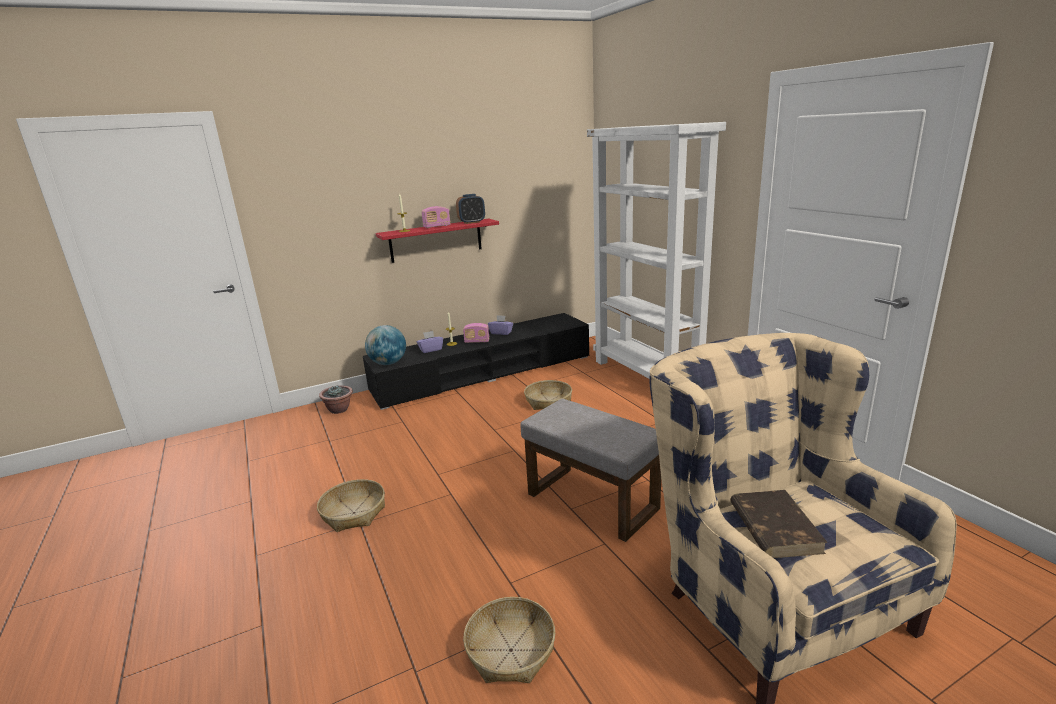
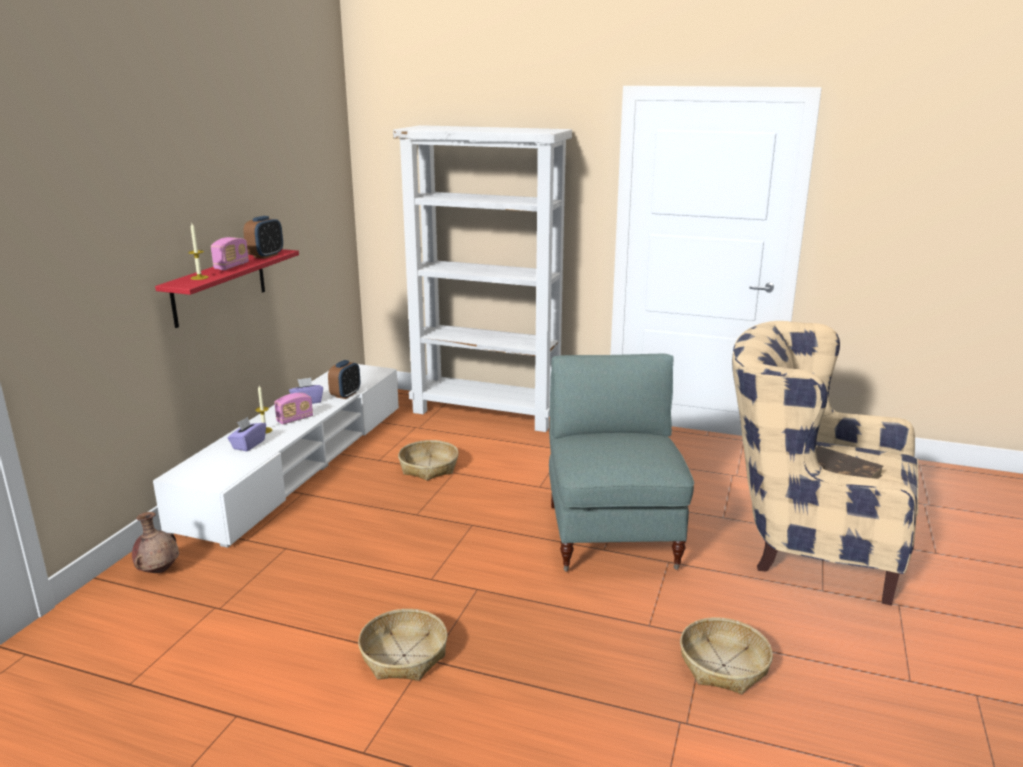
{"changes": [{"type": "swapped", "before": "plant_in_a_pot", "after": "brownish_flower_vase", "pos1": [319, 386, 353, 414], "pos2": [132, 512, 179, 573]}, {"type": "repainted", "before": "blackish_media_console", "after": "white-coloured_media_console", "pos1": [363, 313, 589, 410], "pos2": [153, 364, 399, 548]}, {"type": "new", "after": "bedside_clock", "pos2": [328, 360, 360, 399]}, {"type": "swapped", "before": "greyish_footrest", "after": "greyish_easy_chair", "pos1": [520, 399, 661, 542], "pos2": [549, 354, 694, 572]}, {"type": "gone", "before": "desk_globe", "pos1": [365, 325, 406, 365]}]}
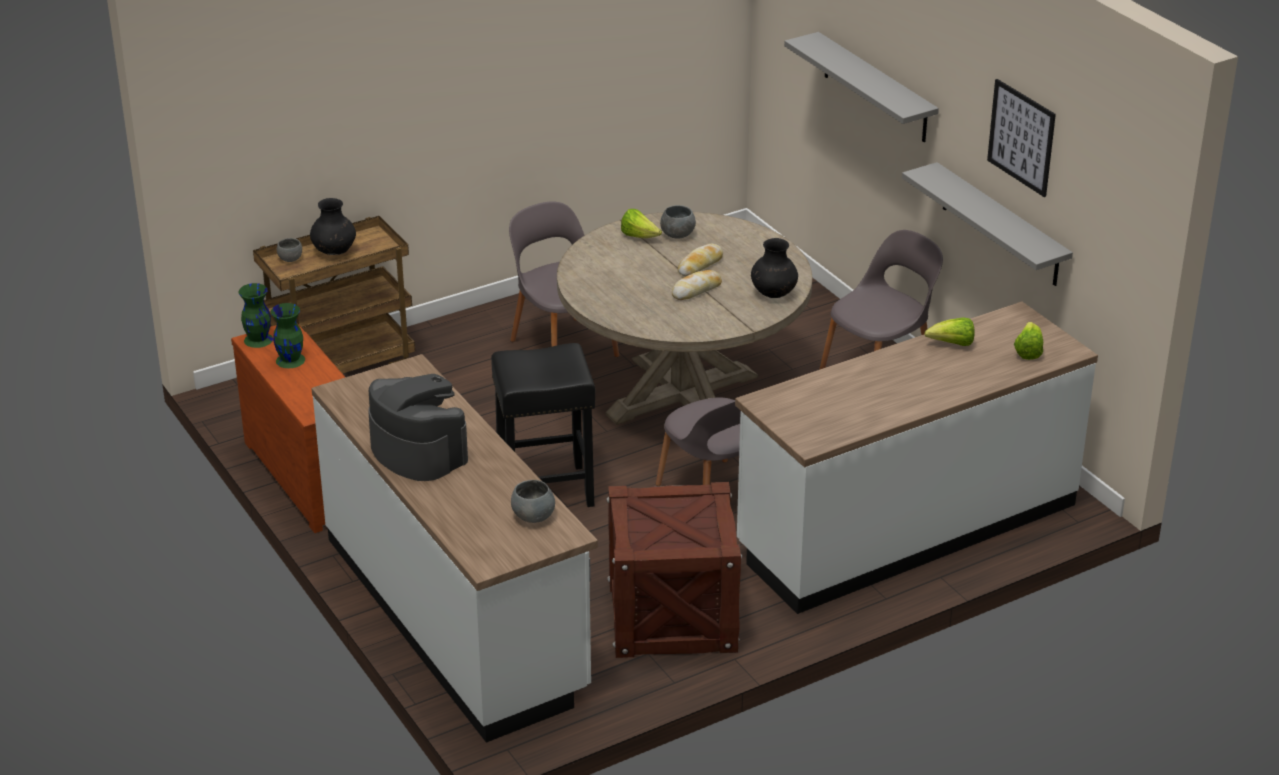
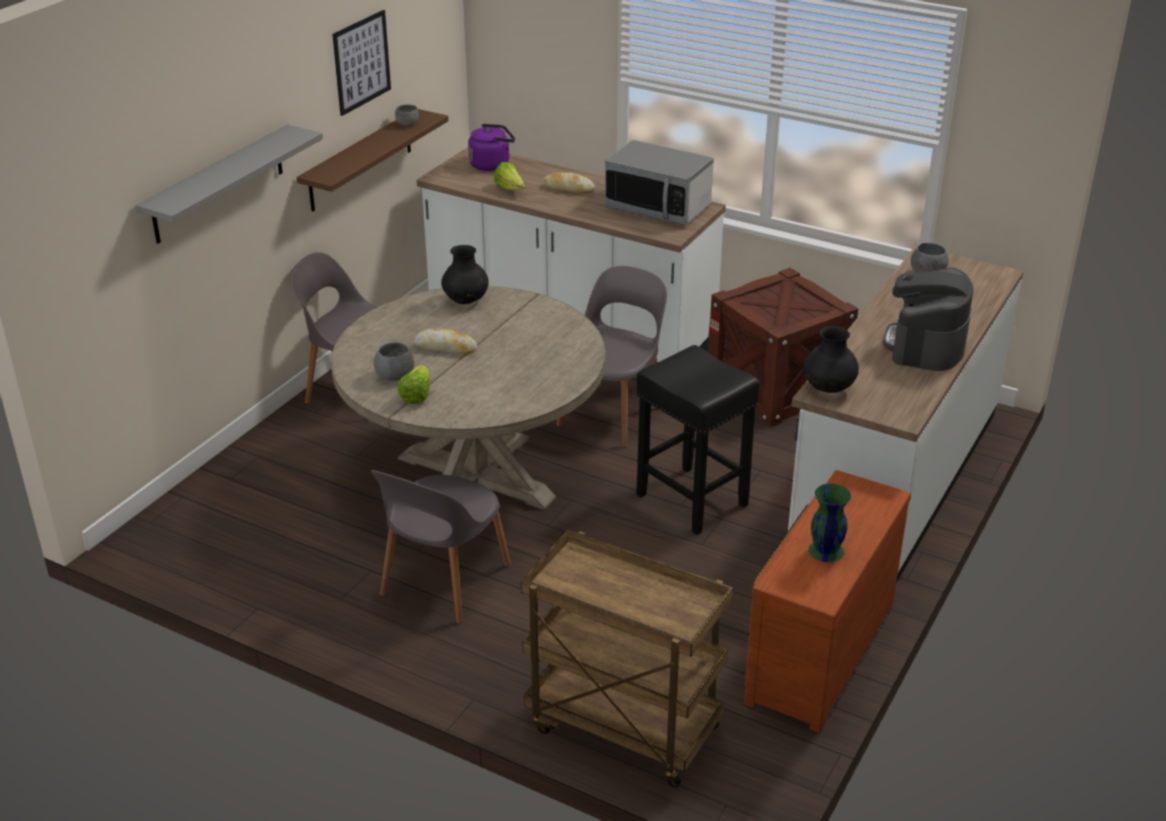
{"changes": [{"type": "repainted", "before": "greyish_bracket_shelf", "after": "brownish_bracket_shelf", "pos1": [902, 162, 1073, 286], "pos2": [297, 109, 449, 212]}, {"type": "shifted", "before": "greyish_deep_dish", "pos1": [277, 238, 302, 262], "pos2": [395, 104, 419, 126]}, {"type": "swapped", "before": "head_of_lettuce", "after": "purple_water_kettle", "pos1": [1014, 322, 1043, 360], "pos2": [468, 124, 515, 171]}, {"type": "shifted", "before": "baked_bread", "pos1": [672, 270, 722, 300], "pos2": [542, 173, 595, 194]}, {"type": "new", "after": "microwave", "pos2": [605, 140, 714, 225]}, {"type": "shifted", "before": "blackish_flower_vase", "pos1": [310, 198, 356, 255], "pos2": [804, 326, 859, 393]}, {"type": "gone", "before": "green_flower_vase", "pos1": [238, 283, 273, 348]}]}
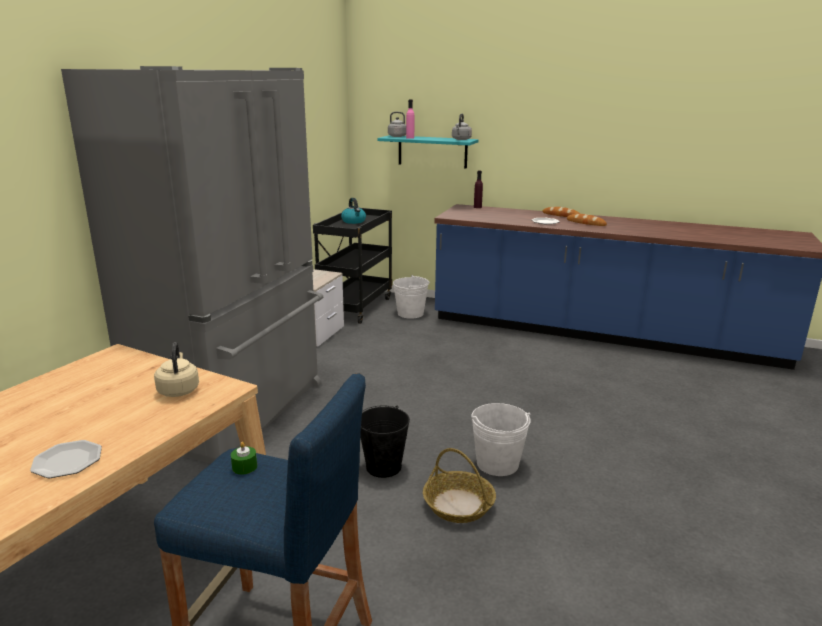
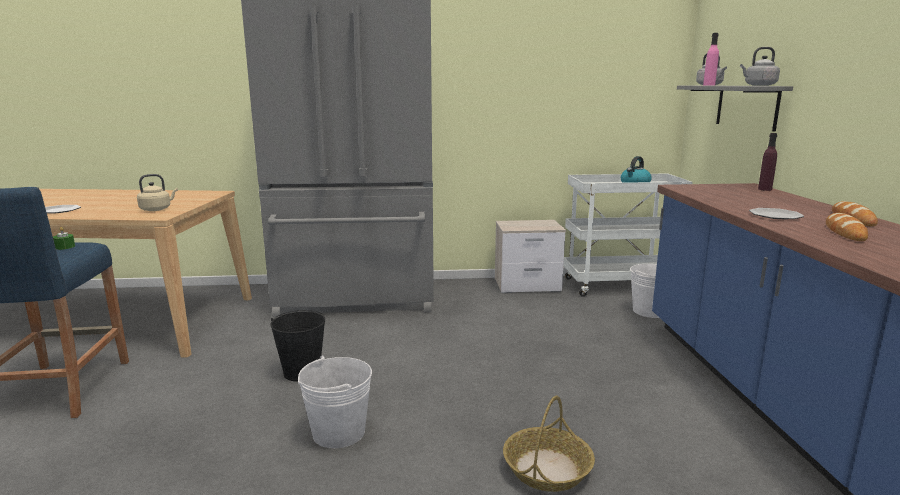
{"changes": [{"type": "shifted", "before": "household_basket", "pos1": [423, 448, 496, 523], "pos2": [503, 396, 595, 492]}, {"type": "repainted", "before": "blackish_wheeled_cart", "after": "white-coloured_wheeled_cart", "pos1": [313, 208, 392, 324], "pos2": [563, 174, 692, 297]}, {"type": "repainted", "before": "turquoise_bracket_shelf", "after": "greyish_bracket_shelf", "pos1": [377, 135, 479, 169], "pos2": [677, 86, 793, 131]}]}
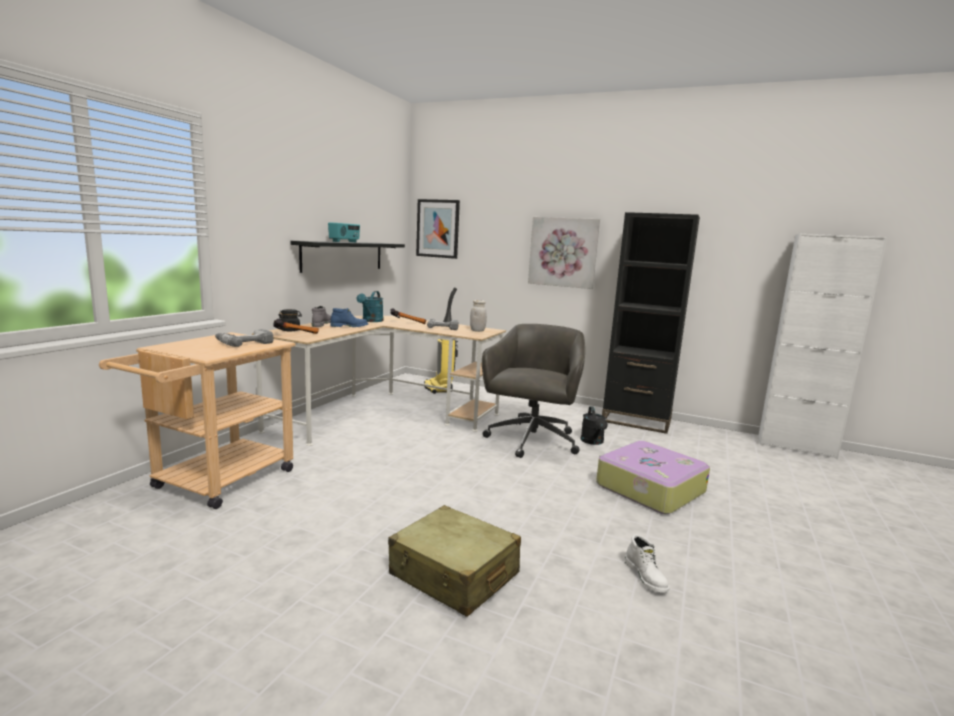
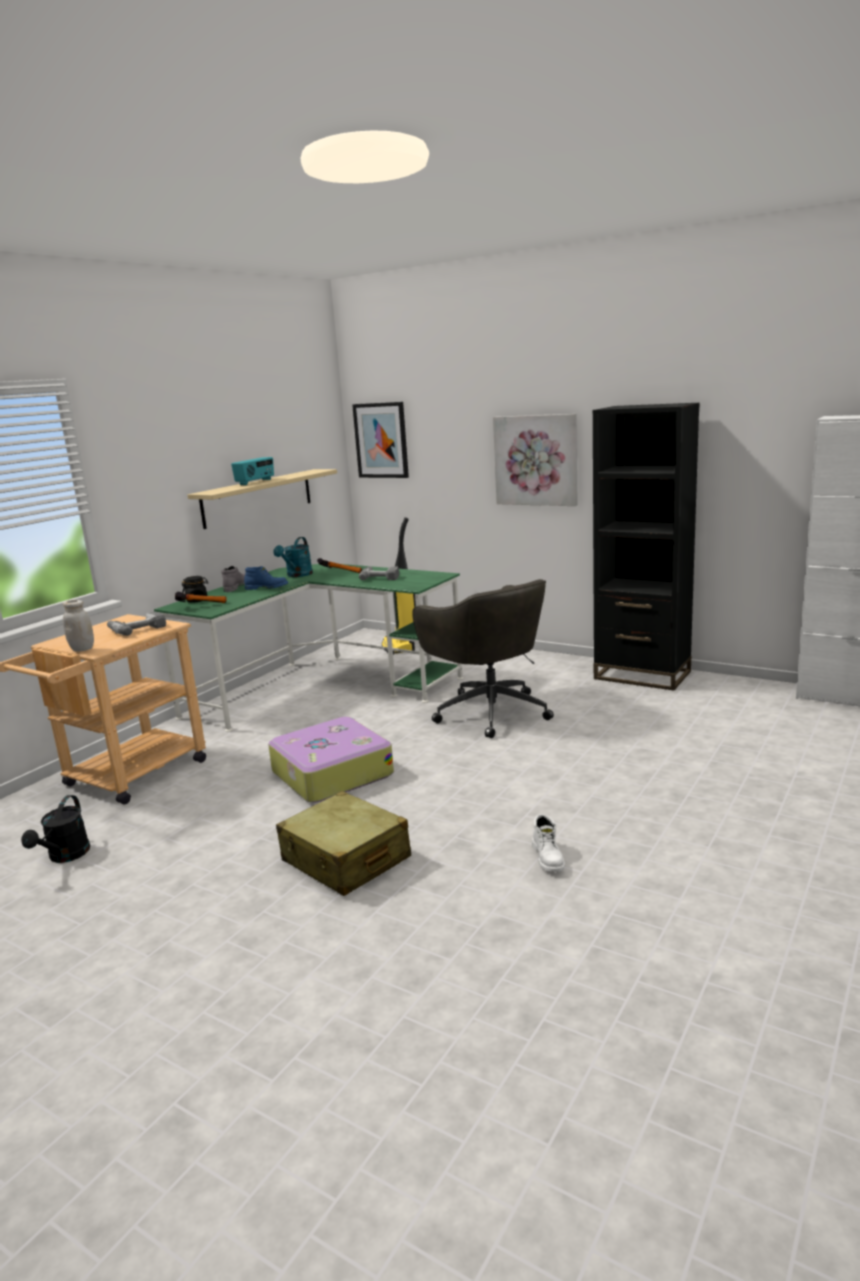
{"changes": [{"type": "shifted", "before": "blackish_watering_can", "pos1": [581, 406, 608, 445], "pos2": [21, 795, 90, 863]}, {"type": "shifted", "before": "white-coloured_preserve_jar", "pos1": [470, 300, 487, 332], "pos2": [63, 600, 94, 652]}, {"type": "repainted", "before": "sand-coloured_desk_unit", "after": "green_desk_unit", "pos1": [252, 316, 506, 446], "pos2": [154, 564, 464, 732]}, {"type": "repainted", "before": "blackish_bracket_shelf", "after": "sand-coloured_bracket_shelf", "pos1": [291, 241, 405, 273], "pos2": [188, 469, 337, 529]}, {"type": "shifted", "before": "piece_of_luggage", "pos1": [596, 441, 710, 514], "pos2": [268, 717, 394, 803]}, {"type": "rotated", "before": "greyish_office_chair", "pos1": [482, 324, 585, 458], "pos2": [412, 579, 554, 738], "turn": 120}]}
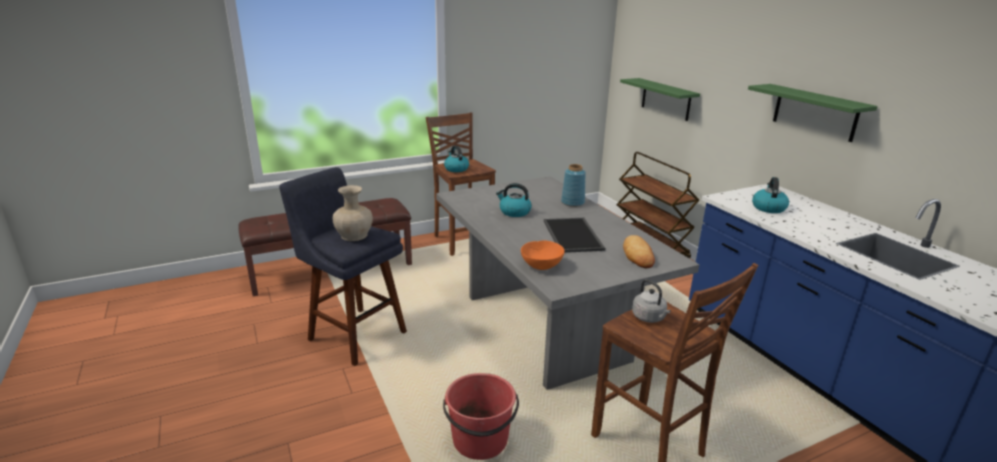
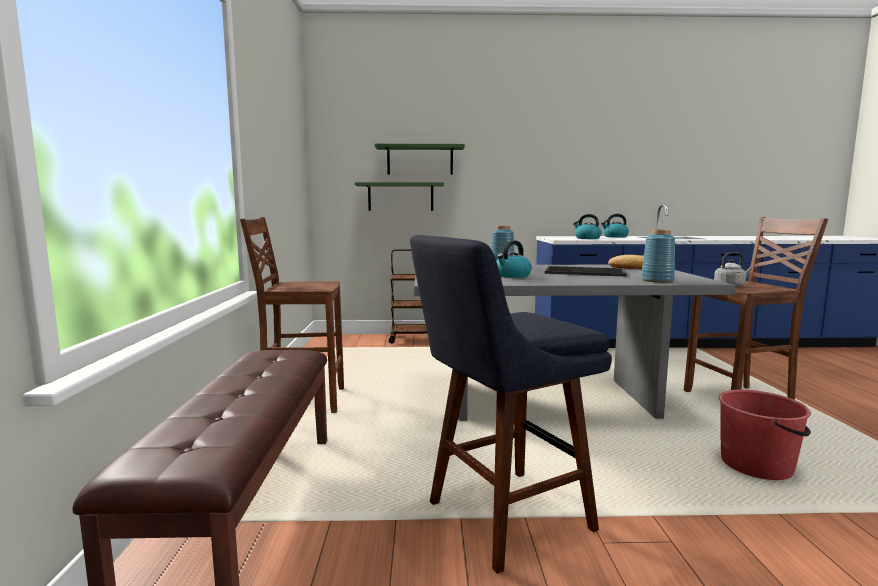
{"changes": [{"type": "shifted", "before": "green_bracket_shelf", "pos1": [748, 84, 878, 142], "pos2": [375, 144, 465, 175]}, {"type": "shifted", "before": "water_kettle", "pos1": [444, 146, 469, 172], "pos2": [601, 214, 629, 238]}, {"type": "swapped", "before": "orange_deep_dish", "after": "blue-coloured_flower_vase", "pos1": [521, 240, 565, 270], "pos2": [641, 229, 675, 283]}, {"type": "gone", "before": "sand-coloured_flower_vase", "pos1": [333, 185, 373, 241]}]}
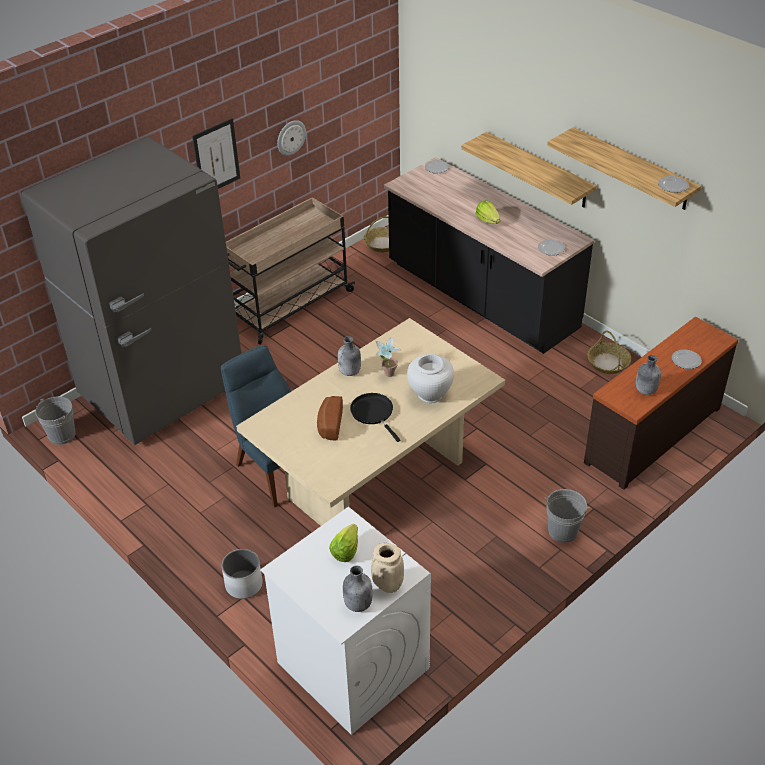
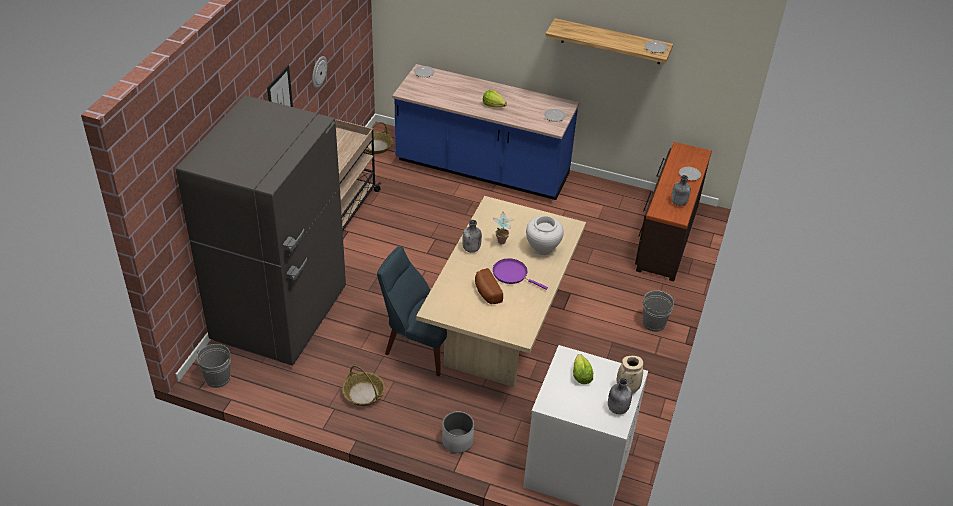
{"changes": [{"type": "shifted", "before": "household_basket", "pos1": [587, 331, 631, 374], "pos2": [342, 366, 385, 406]}, {"type": "repainted", "before": "blackish_kitchen_base_unit", "after": "blue-coloured_kitchen_base_unit", "pos1": [384, 157, 594, 354], "pos2": [392, 64, 579, 200]}, {"type": "repainted", "before": "blackish_pan", "after": "purple_pan", "pos1": [350, 393, 400, 442], "pos2": [493, 258, 548, 290]}, {"type": "gone", "before": "bracket_shelf", "pos1": [461, 132, 597, 208]}]}
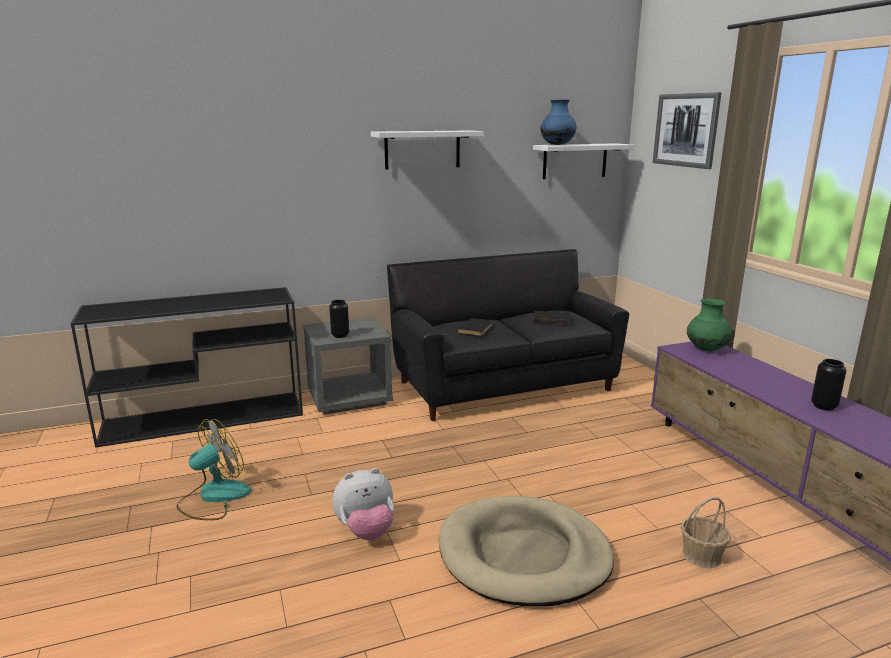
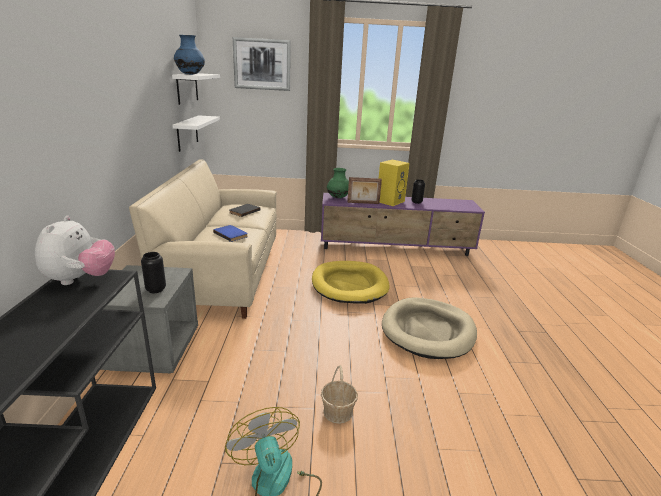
{"changes": [{"type": "shifted", "before": "soft_toy", "pos1": [332, 468, 394, 540], "pos2": [35, 216, 115, 285]}, {"type": "repainted", "before": "blackish_settee", "after": "sand-coloured_settee", "pos1": [387, 249, 629, 421], "pos2": [129, 159, 277, 319]}, {"type": "shifted", "before": "white-coloured_bracket_shelf", "pos1": [371, 130, 484, 170], "pos2": [172, 115, 220, 152]}, {"type": "repainted", "before": "blackish_volume", "after": "blue-coloured_volume", "pos1": [458, 318, 493, 336], "pos2": [213, 225, 248, 242]}, {"type": "new", "after": "yellow_dog_cushion", "pos2": [312, 261, 390, 304]}, {"type": "shifted", "before": "household_basket", "pos1": [681, 497, 731, 568], "pos2": [321, 365, 358, 424]}, {"type": "new", "after": "picture_frame", "pos2": [347, 177, 382, 204]}, {"type": "new", "after": "yellow_audio_speaker", "pos2": [379, 160, 410, 206]}]}
